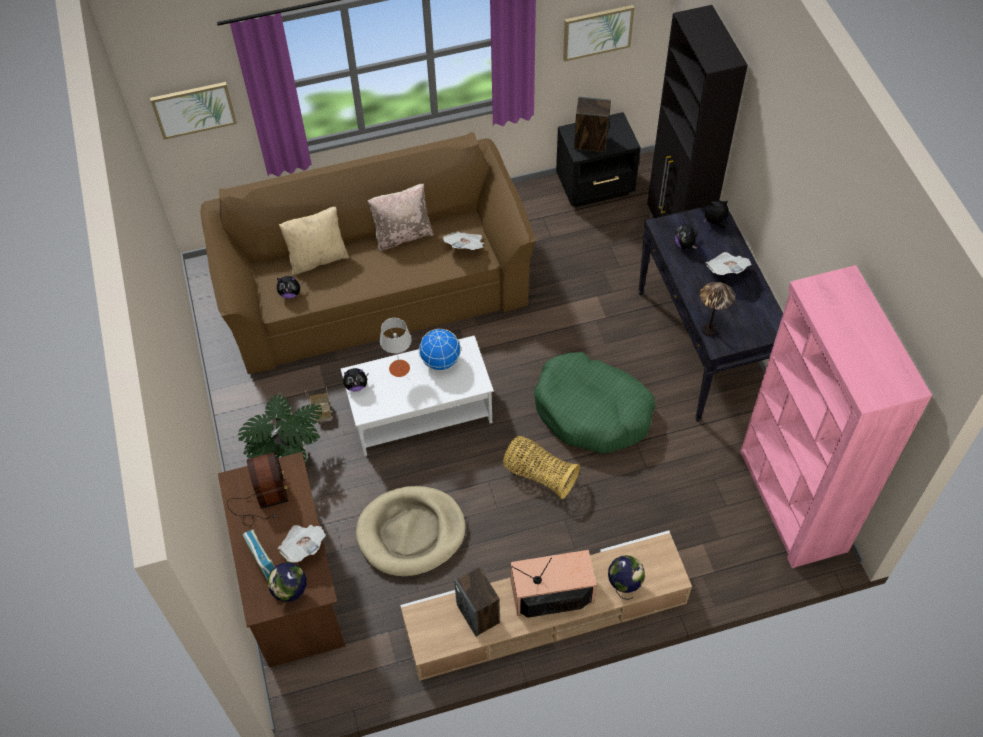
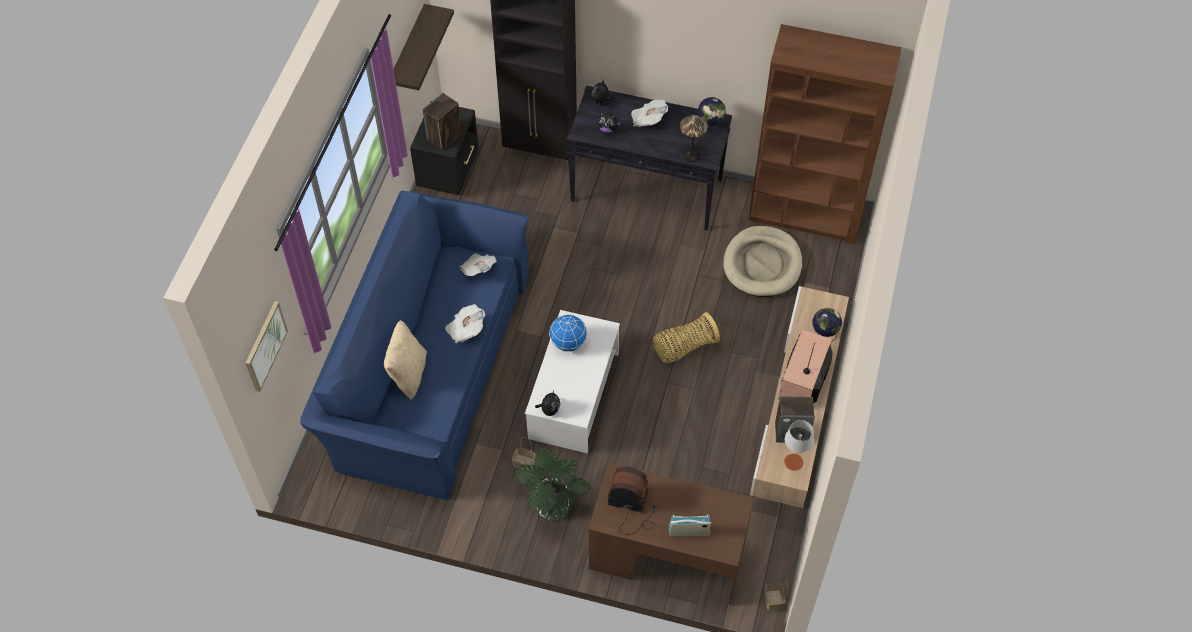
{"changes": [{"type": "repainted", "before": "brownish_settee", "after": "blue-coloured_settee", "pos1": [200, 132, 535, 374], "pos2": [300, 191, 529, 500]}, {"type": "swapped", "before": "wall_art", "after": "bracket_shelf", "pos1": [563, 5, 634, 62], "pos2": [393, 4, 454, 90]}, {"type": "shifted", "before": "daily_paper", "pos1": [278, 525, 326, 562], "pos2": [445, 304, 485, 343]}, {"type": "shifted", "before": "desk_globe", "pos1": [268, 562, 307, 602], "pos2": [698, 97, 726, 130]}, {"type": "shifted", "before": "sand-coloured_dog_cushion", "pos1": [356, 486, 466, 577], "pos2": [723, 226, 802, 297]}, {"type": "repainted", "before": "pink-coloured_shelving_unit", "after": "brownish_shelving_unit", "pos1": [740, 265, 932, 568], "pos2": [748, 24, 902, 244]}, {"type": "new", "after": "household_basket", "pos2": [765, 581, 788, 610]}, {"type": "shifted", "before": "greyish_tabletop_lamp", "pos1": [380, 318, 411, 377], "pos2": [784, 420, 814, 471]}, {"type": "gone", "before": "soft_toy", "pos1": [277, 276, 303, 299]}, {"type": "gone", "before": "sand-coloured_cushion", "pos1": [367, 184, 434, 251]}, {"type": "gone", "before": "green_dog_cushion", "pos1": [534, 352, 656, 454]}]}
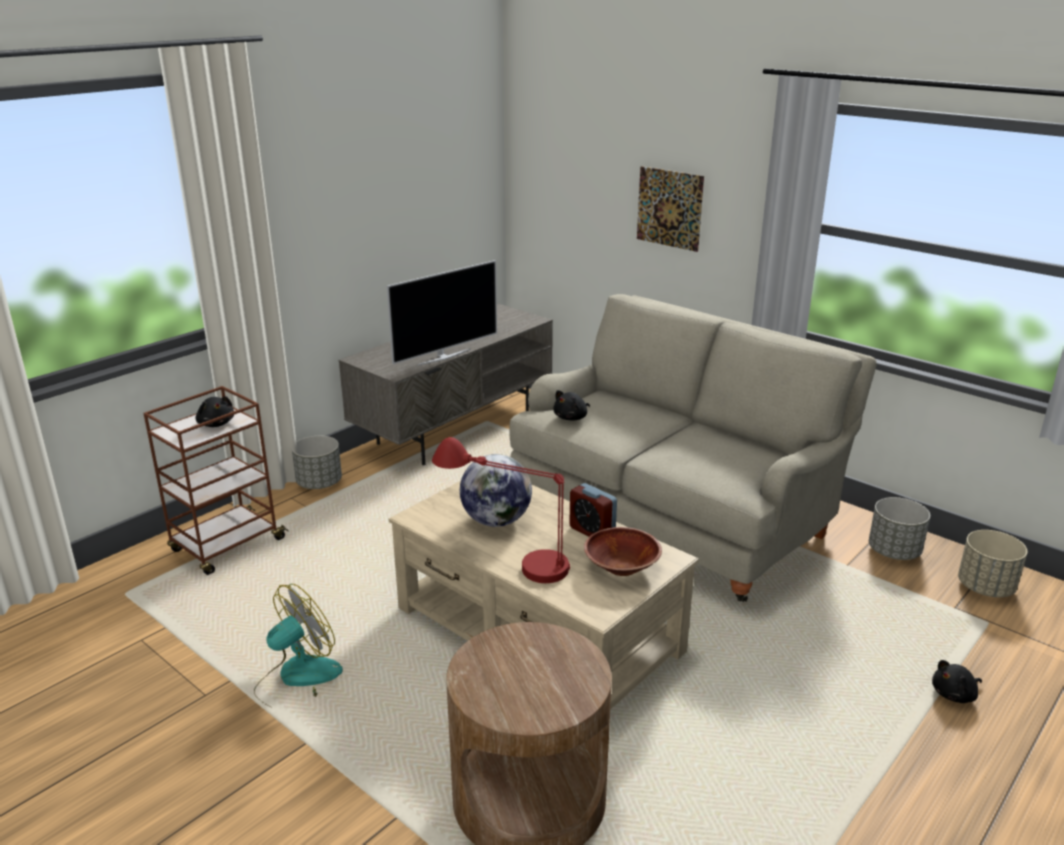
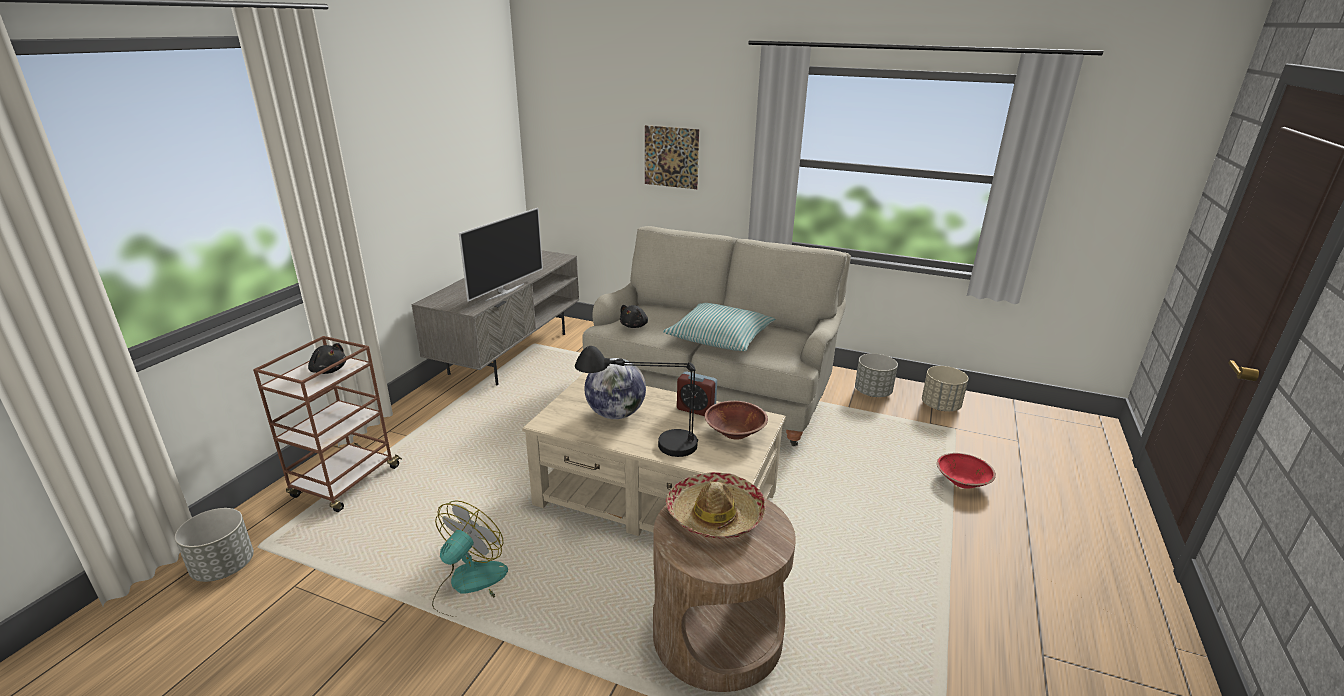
{"changes": [{"type": "shifted", "before": "greyish_flower_pot", "pos1": [292, 436, 342, 489], "pos2": [175, 508, 254, 582]}, {"type": "repainted", "before": "red-coloured_tabletop_lamp", "after": "blackish_tabletop_lamp", "pos1": [432, 437, 570, 583], "pos2": [575, 346, 698, 457]}, {"type": "new", "after": "cushion", "pos2": [663, 303, 775, 351]}, {"type": "new", "after": "clothing_hat", "pos2": [665, 472, 766, 539]}, {"type": "swapped", "before": "blackish_soft_toy", "after": "red-coloured_deep_dish", "pos1": [932, 660, 982, 703], "pos2": [937, 453, 996, 489]}]}
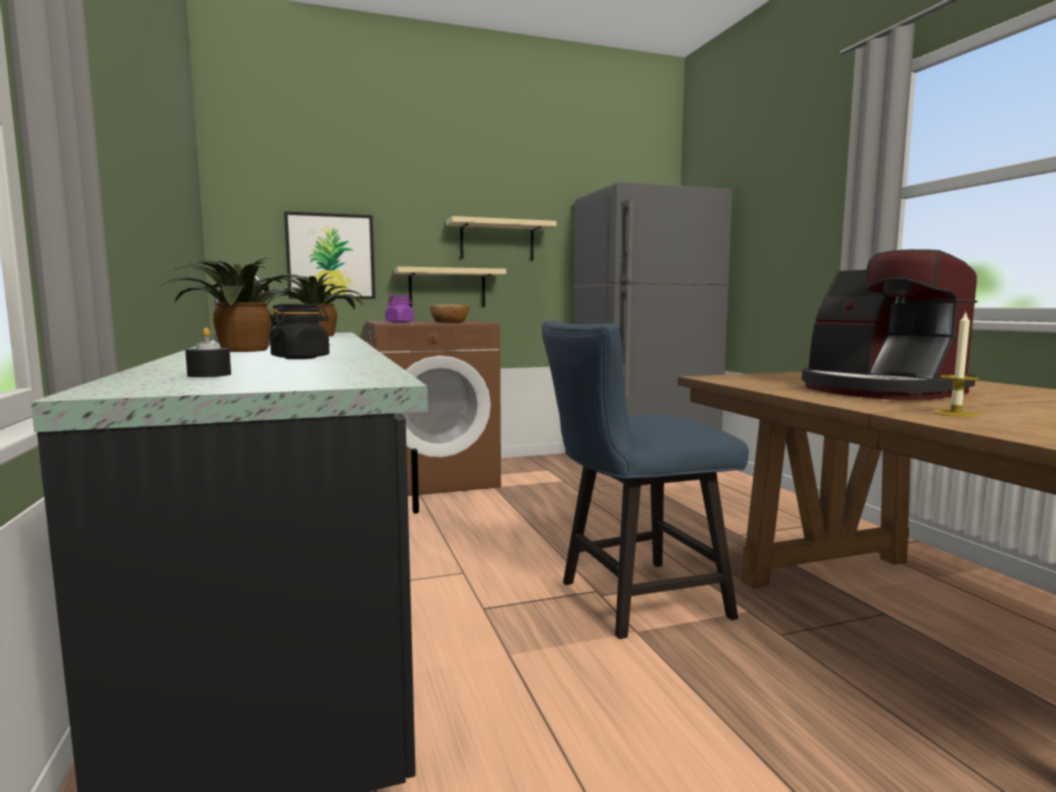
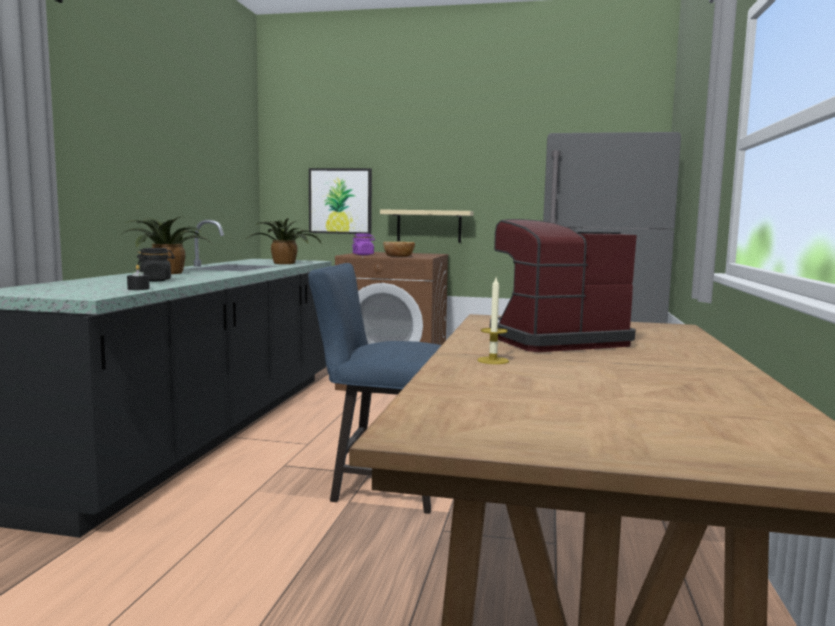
{"changes": [{"type": "shifted", "before": "blackish_candle", "pos1": [185, 327, 231, 377], "pos2": [127, 265, 150, 290]}, {"type": "rotated", "before": "coffee_machine", "pos1": [802, 249, 977, 400], "pos2": [490, 219, 637, 352], "turn": 75}, {"type": "gone", "before": "sand-coloured_bracket_shelf", "pos1": [446, 216, 556, 261]}]}
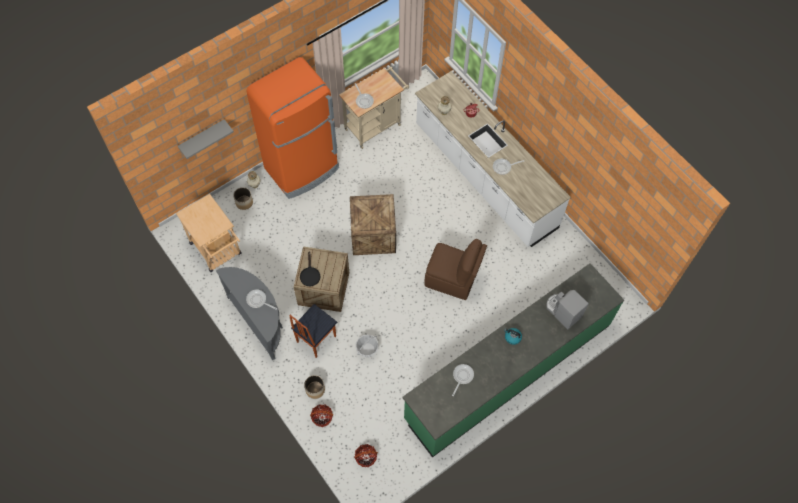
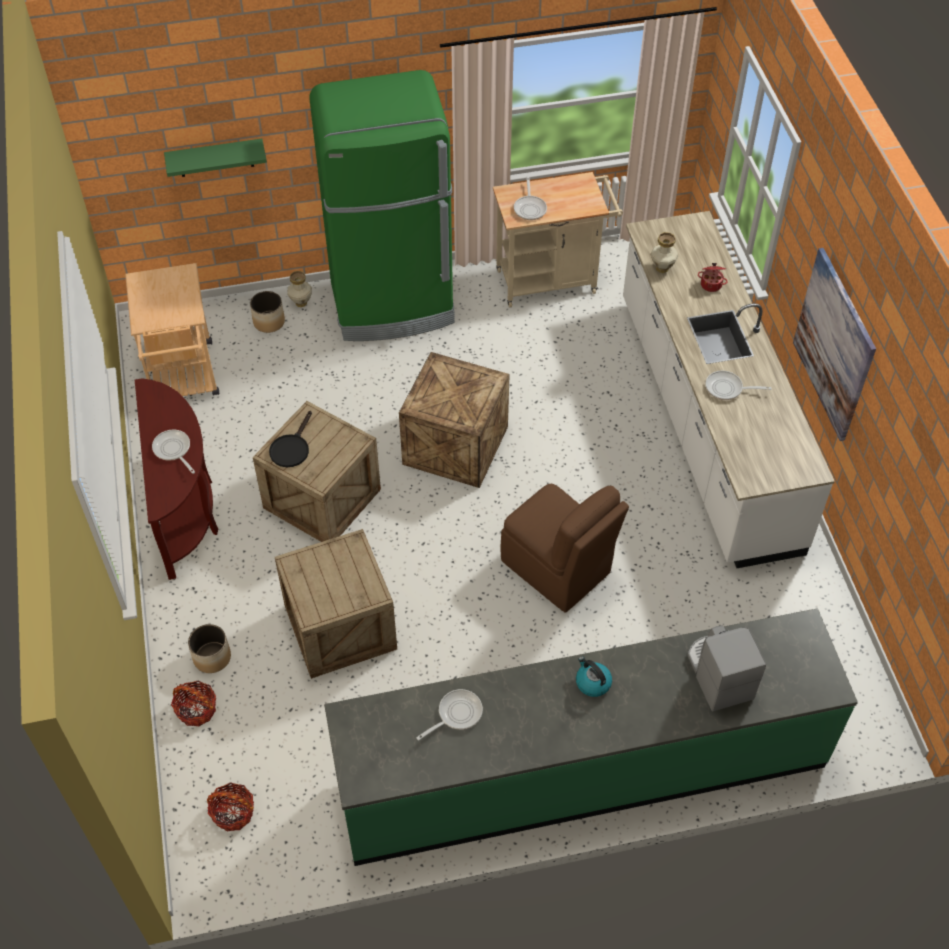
{"changes": [{"type": "repainted", "before": "greyish_hall_table", "after": "brownish_hall_table", "pos1": [216, 267, 283, 360], "pos2": [135, 378, 218, 580]}, {"type": "repainted", "before": "greyish_bracket_shelf", "after": "green_bracket_shelf", "pos1": [178, 119, 234, 159], "pos2": [164, 139, 267, 177]}, {"type": "swapped", "before": "household_basket", "after": "shipping_crate", "pos1": [355, 335, 379, 357], "pos2": [275, 529, 397, 679]}, {"type": "repainted", "before": "orange_refrigerator", "after": "green_refrigerator", "pos1": [247, 57, 339, 199], "pos2": [309, 70, 455, 341]}, {"type": "new", "after": "wall_art", "pos2": [793, 248, 876, 441]}, {"type": "gone", "before": "plain_chair", "pos1": [289, 304, 337, 358]}]}
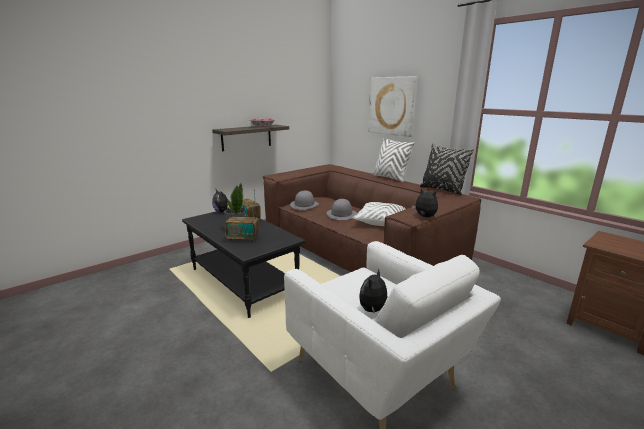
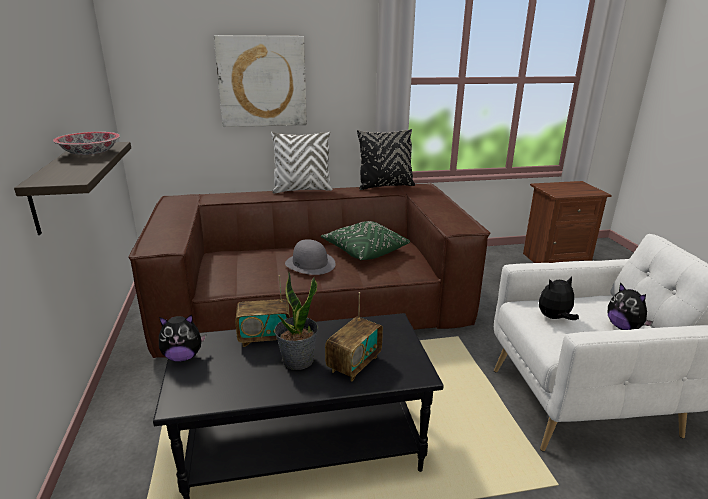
{"changes": [{"type": "repainted", "before": "white-coloured_cushion", "after": "green_cushion", "pos1": [353, 202, 406, 226], "pos2": [321, 221, 410, 260]}, {"type": "shifted", "before": "soft_toy", "pos1": [412, 188, 438, 217], "pos2": [539, 276, 579, 320]}, {"type": "gone", "before": "greyish_clothing_hat", "pos1": [290, 191, 319, 210]}]}
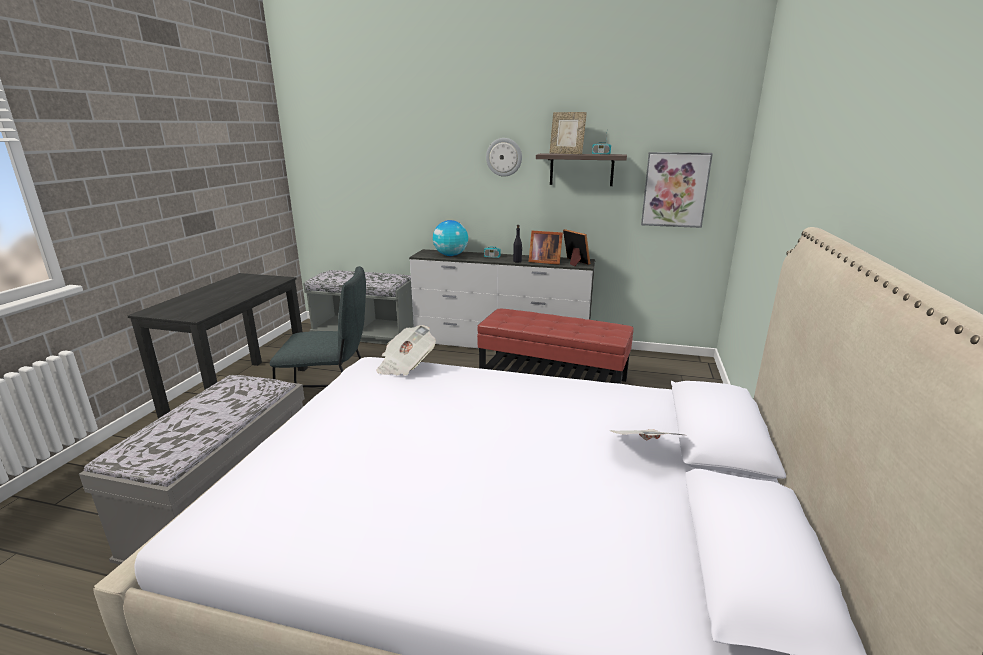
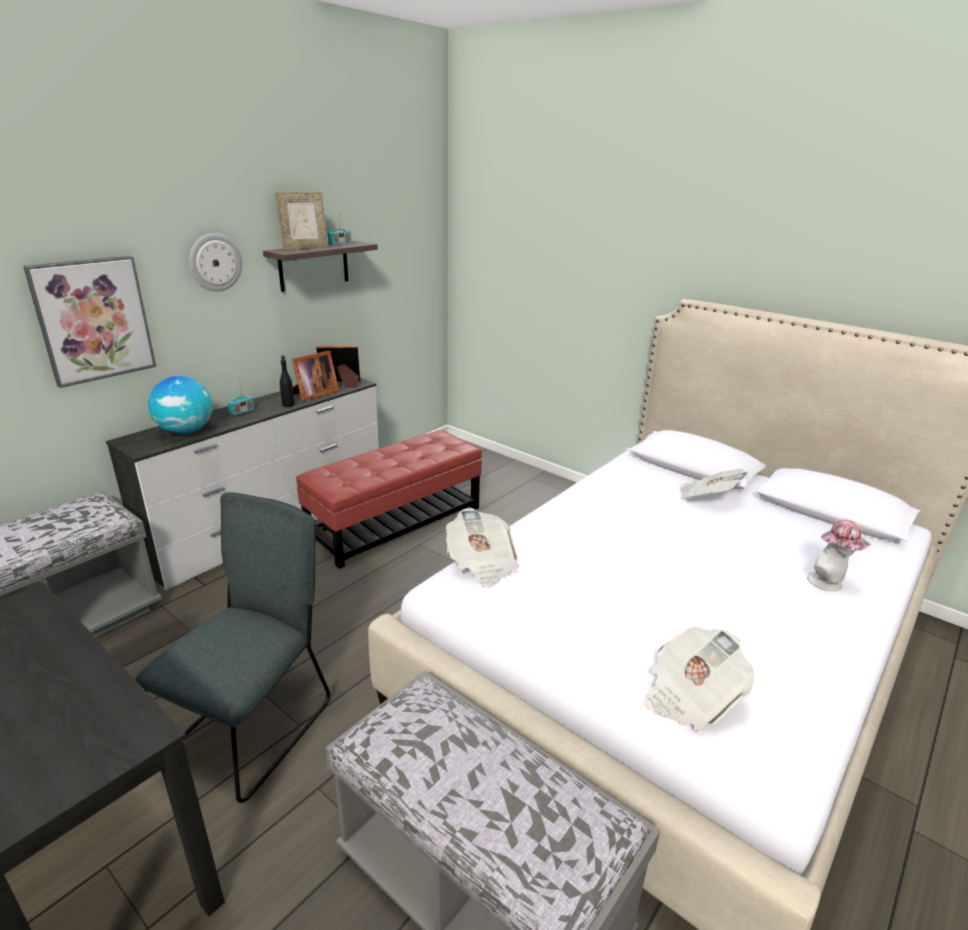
{"changes": [{"type": "shifted", "before": "wall_art", "pos1": [641, 152, 713, 228], "pos2": [23, 256, 156, 388]}, {"type": "new", "after": "daily_paper", "pos2": [644, 627, 754, 732]}, {"type": "new", "after": "clothing_hat", "pos2": [807, 520, 871, 591]}]}
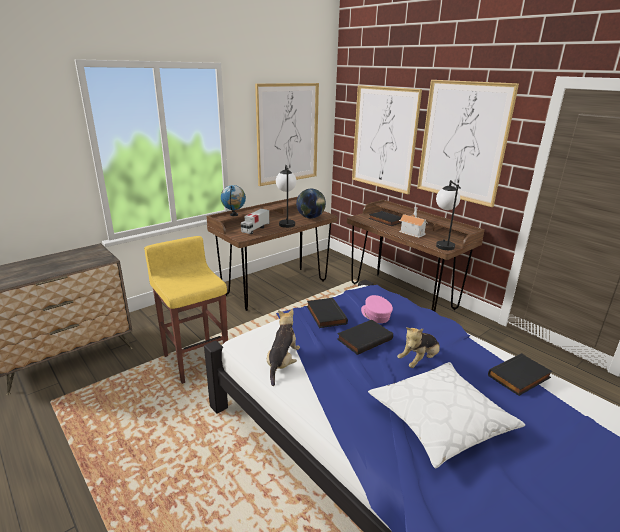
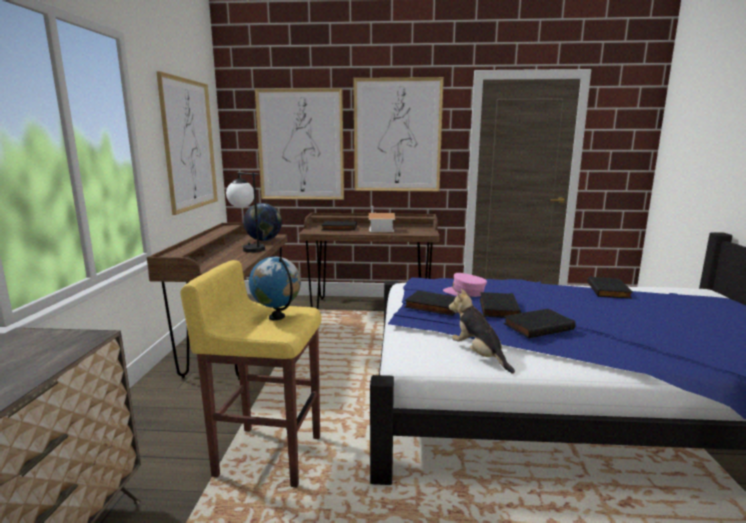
{"changes": [{"type": "shifted", "before": "desk_globe", "pos1": [221, 185, 246, 216], "pos2": [249, 256, 301, 320]}, {"type": "new", "after": "blackish_volume", "pos2": [503, 309, 576, 338]}, {"type": "gone", "before": "toy_lorry", "pos1": [241, 209, 269, 234]}, {"type": "gone", "before": "white-coloured_cushion", "pos1": [368, 362, 525, 468]}, {"type": "gone", "before": "soft_toy", "pos1": [397, 327, 440, 368]}, {"type": "gone", "before": "tabletop_lamp", "pos1": [436, 180, 461, 250]}]}
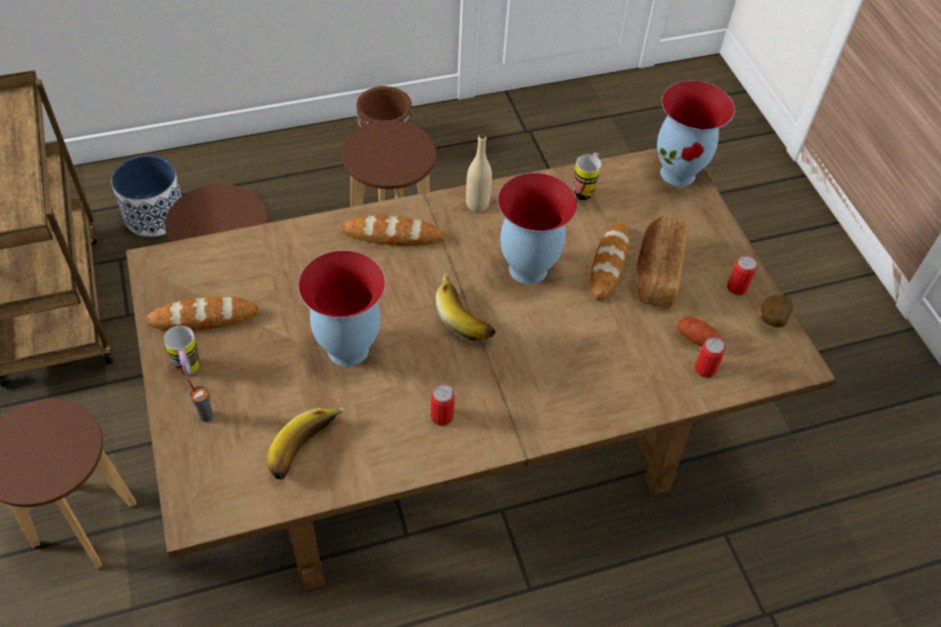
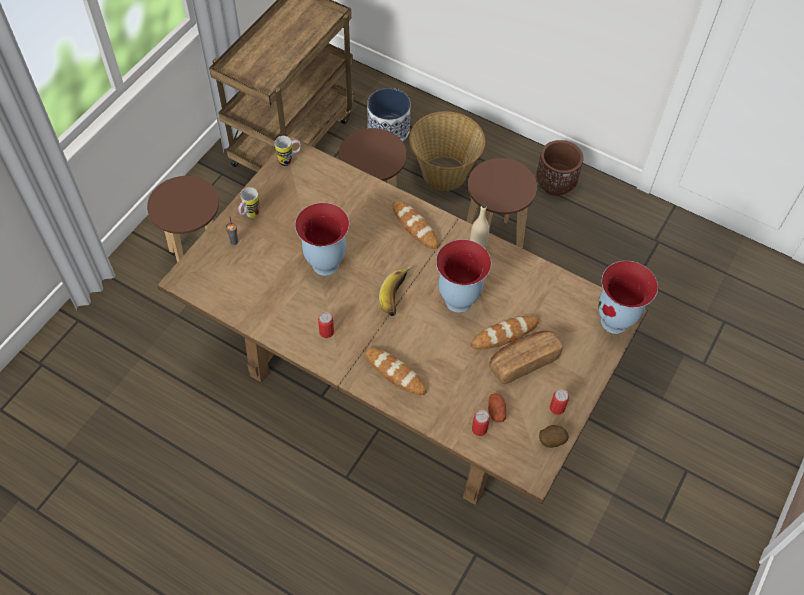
{"changes": [{"type": "shifted", "before": "tea_mug", "pos1": [574, 152, 601, 200], "pos2": [274, 136, 301, 166]}, {"type": "shifted", "before": "baked_bread", "pos1": [146, 297, 259, 331], "pos2": [365, 348, 426, 395]}, {"type": "new", "after": "household_basket", "pos2": [409, 111, 485, 191]}, {"type": "gone", "before": "banana", "pos1": [267, 407, 345, 480]}]}
